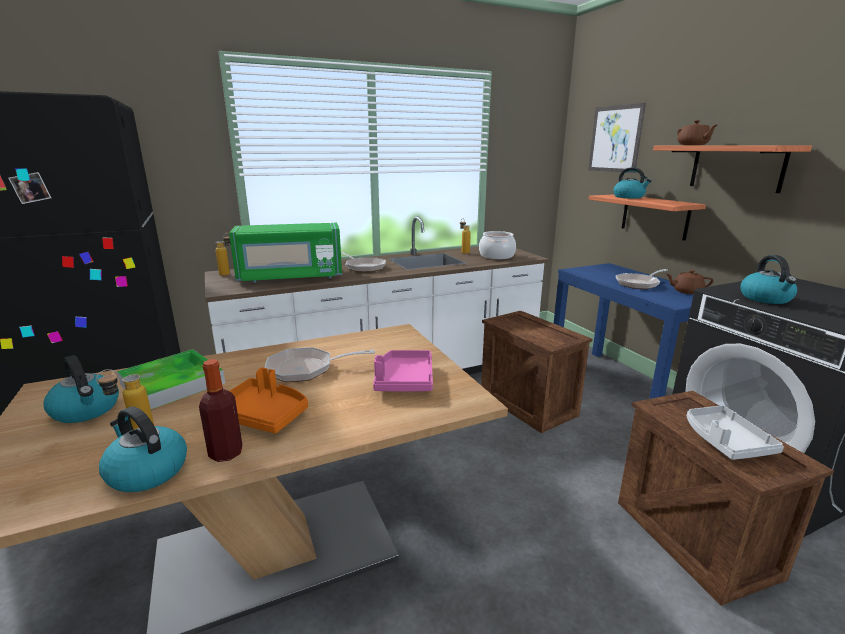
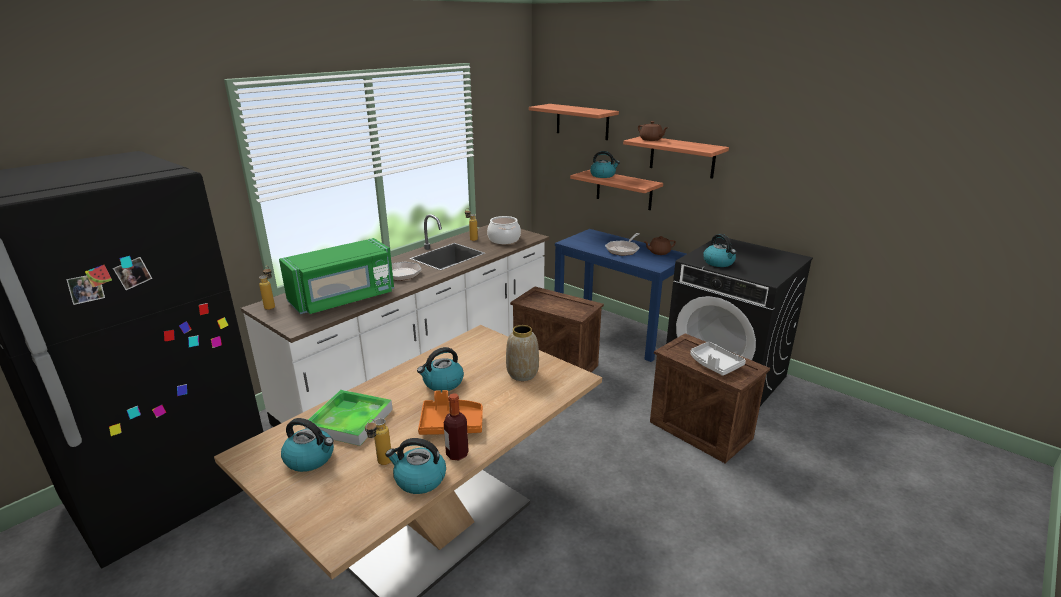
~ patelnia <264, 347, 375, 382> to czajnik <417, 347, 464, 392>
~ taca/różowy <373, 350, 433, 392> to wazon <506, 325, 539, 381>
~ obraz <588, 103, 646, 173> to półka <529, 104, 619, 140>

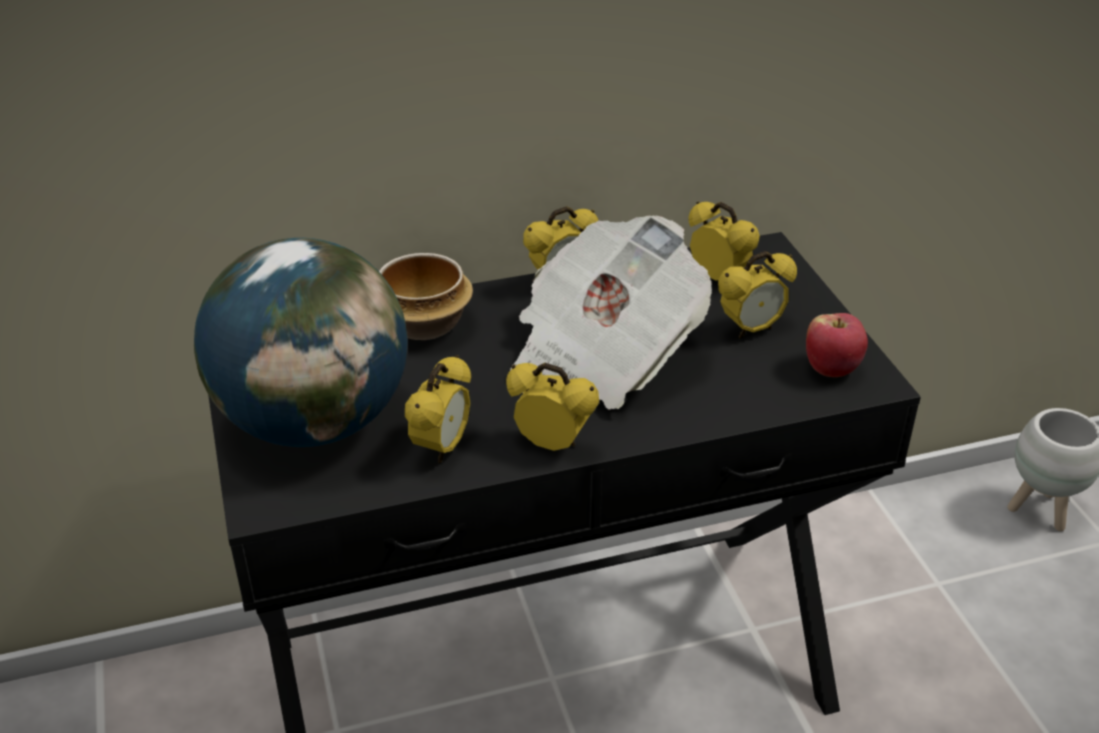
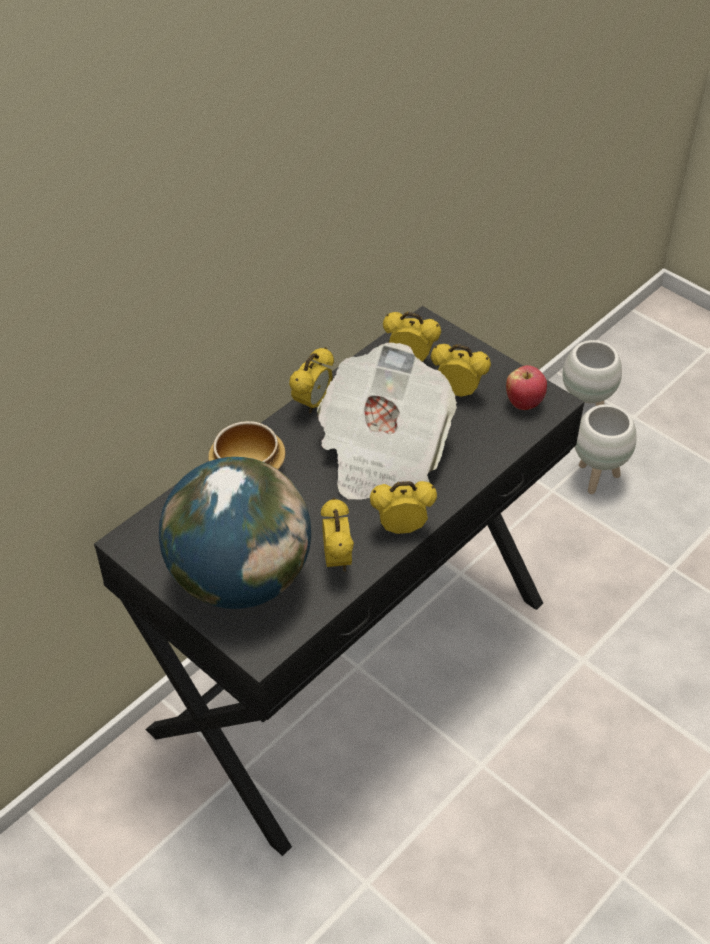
~ budzik <718, 251, 797, 338> = <431, 344, 491, 397> 105 degrees counterclockwise
+ donica/biały <575, 404, 637, 494>

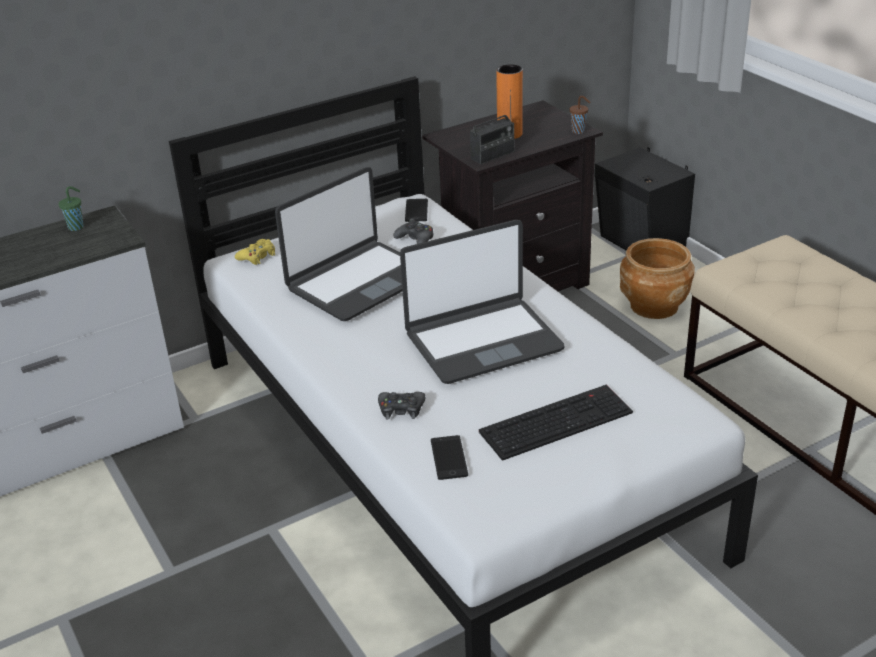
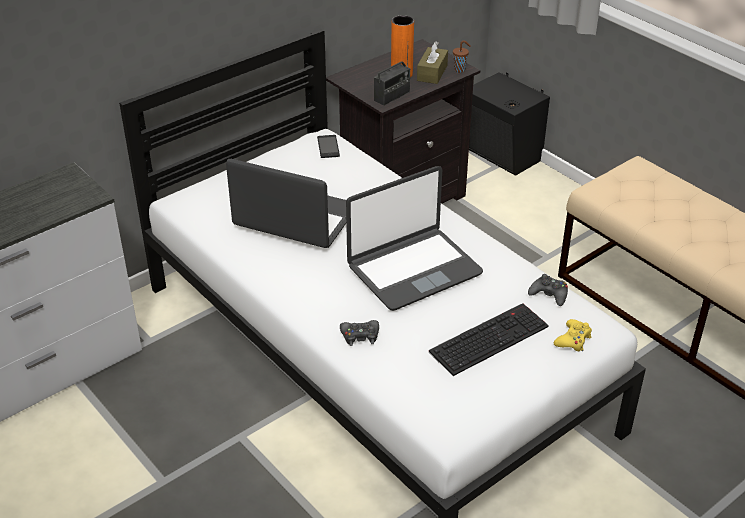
~ laptop <275, 167, 403, 321> = <226, 159, 346, 248> 105 degrees counterclockwise
+ pudełko chusteczek/brązowy <417, 42, 448, 84>
~ pad do gier/czarny <393, 218, 433, 244> to <528, 274, 568, 306>
~ pad do gier/żółty <235, 239, 275, 265> to <554, 319, 592, 351>
- filiżanka/zielony <58, 186, 84, 231>
- telefon <431, 435, 468, 480>
- donica/brązowy <620, 238, 695, 319>

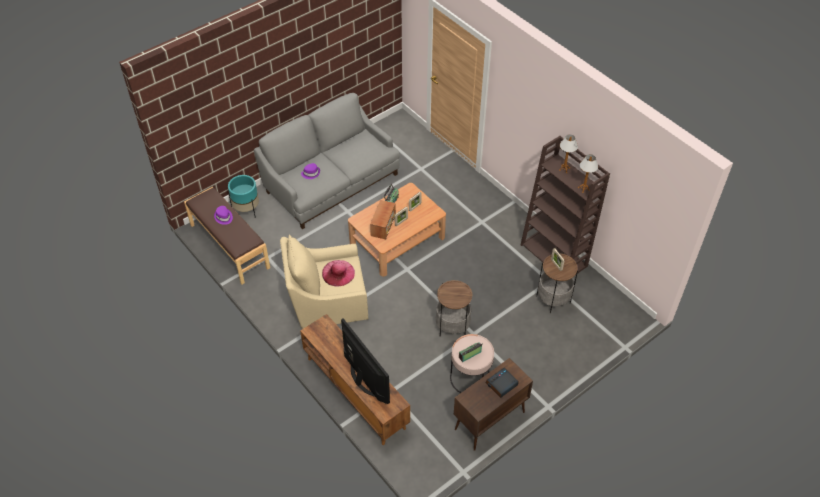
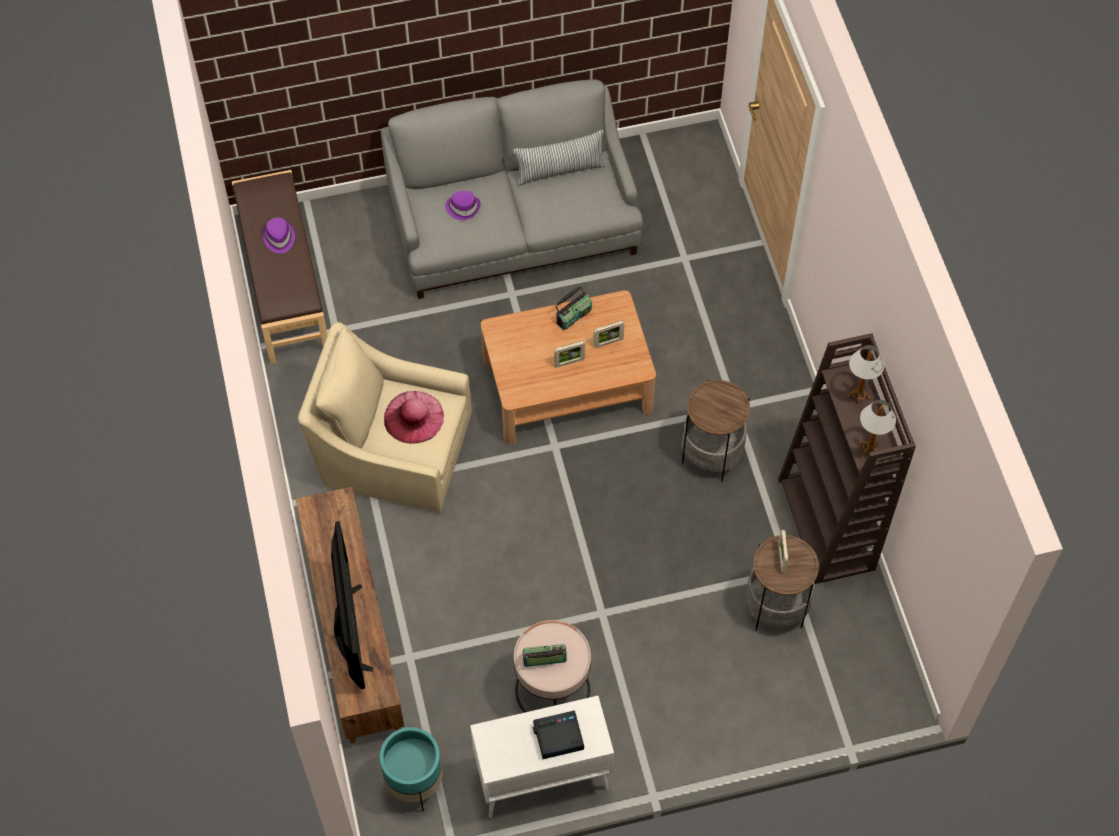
~ donica/turkusowy <228, 175, 259, 218> to <380, 727, 443, 811>
~ szafka/brązowy <454, 358, 533, 451> to szafka/biały <470, 696, 614, 818>
+ poduszka <513, 130, 606, 186>
~ stolik <436, 280, 472, 337> to <681, 380, 750, 482>
- radio <370, 200, 396, 239>

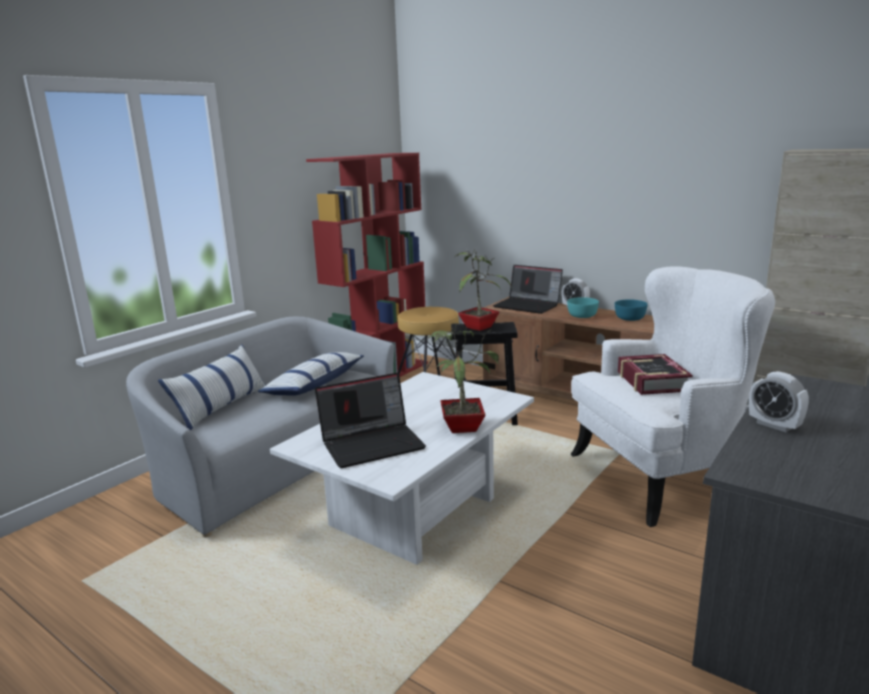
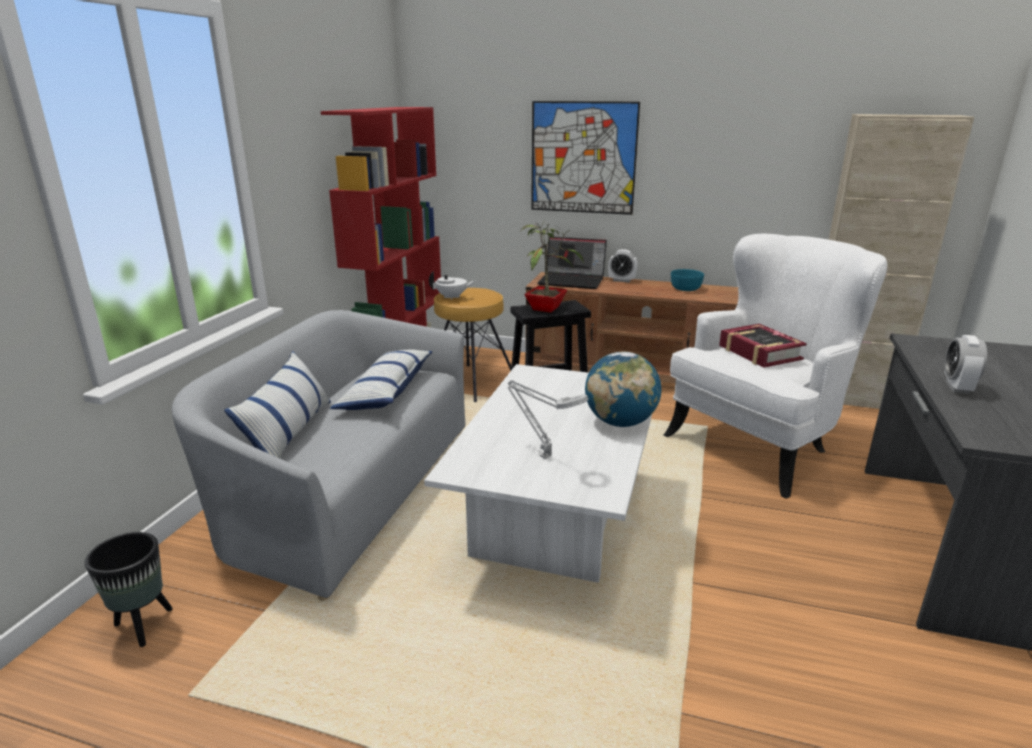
+ donica/czarny <85, 532, 173, 647>
+ imbryk/biały <429, 271, 475, 300>
~ laptop <315, 373, 426, 468> to lampa stołowa/szary <507, 380, 588, 459>
+ obraz <531, 101, 640, 215>
~ roślina doniczkowa <428, 323, 499, 433> to globus <585, 352, 661, 427>
~ budzik <749, 371, 809, 432> = <944, 335, 987, 394> 75 degrees clockwise
- miska/turkusowy <567, 297, 599, 318>

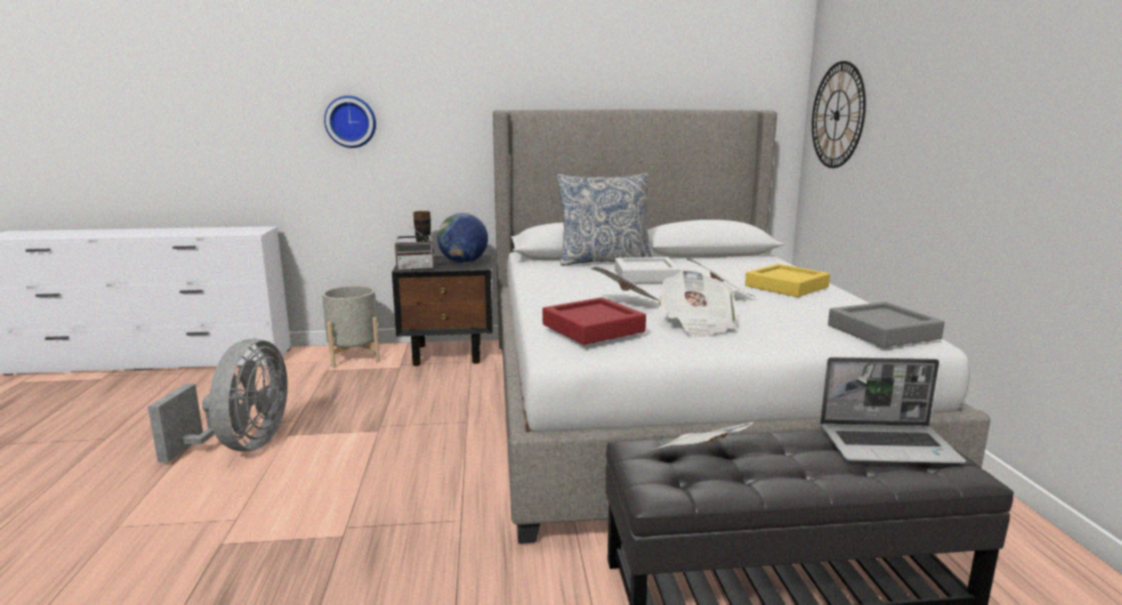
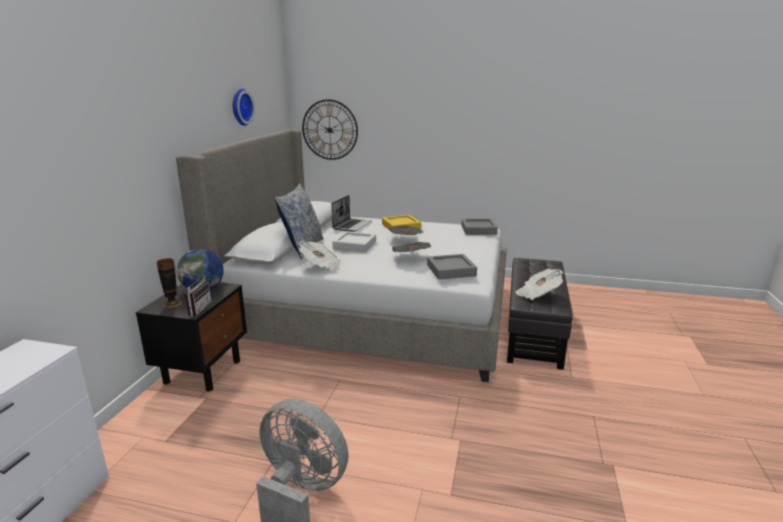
~ zegar ścienny <324, 96, 376, 148> to <233, 89, 255, 126>
~ gazeta <658, 270, 737, 338> to <299, 241, 341, 271>
~ laptop <820, 357, 966, 463> to <331, 195, 372, 232>
~ taca/czerwony <543, 297, 646, 345> to taca/szary <427, 254, 477, 279>
- donica/szary <322, 286, 380, 368>

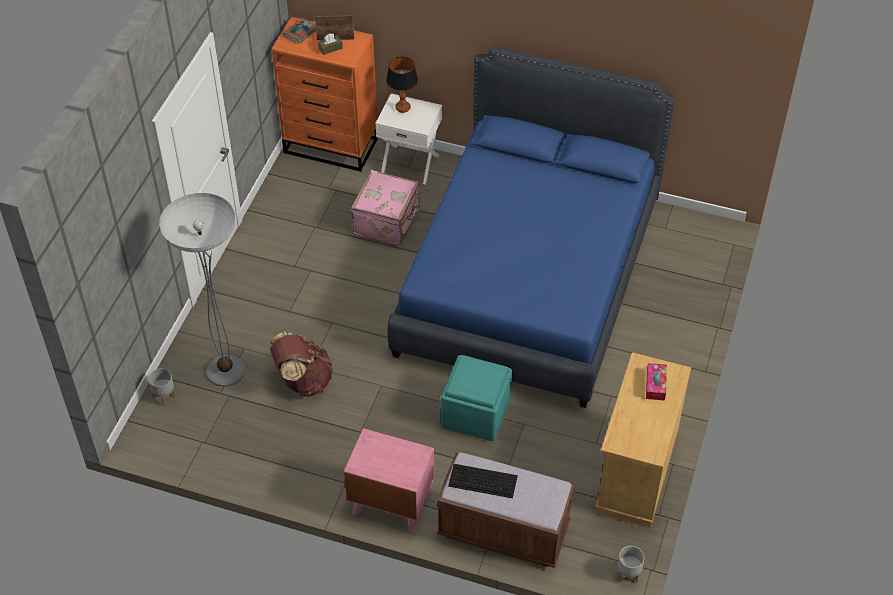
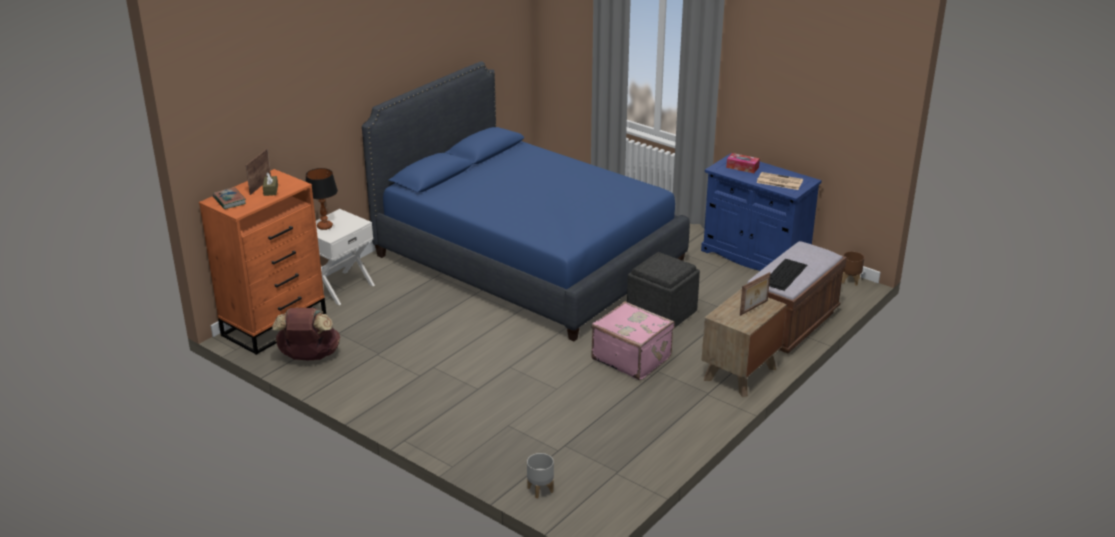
~ plecak/brązowy <270, 332, 333, 397> to <273, 307, 340, 360>
~ walizka/różowy <351, 170, 420, 246> to <591, 301, 675, 380>
~ pufa/turkusowy <441, 355, 512, 441> to pufa/szary <627, 252, 700, 327>
~ szafka/beżowy <595, 352, 691, 528> to szafka/niebieski <701, 153, 822, 271>
~ szafka nocna/różowy <344, 428, 434, 533> to szafka nocna/brązowy <702, 288, 787, 397>
+ ramka na zdjęcie <740, 272, 771, 316>
+ gazeta <757, 172, 803, 190>
~ donica/szary <617, 546, 644, 583> to donica/brązowy <842, 251, 865, 286>
- lampa stojąca <159, 193, 245, 387>

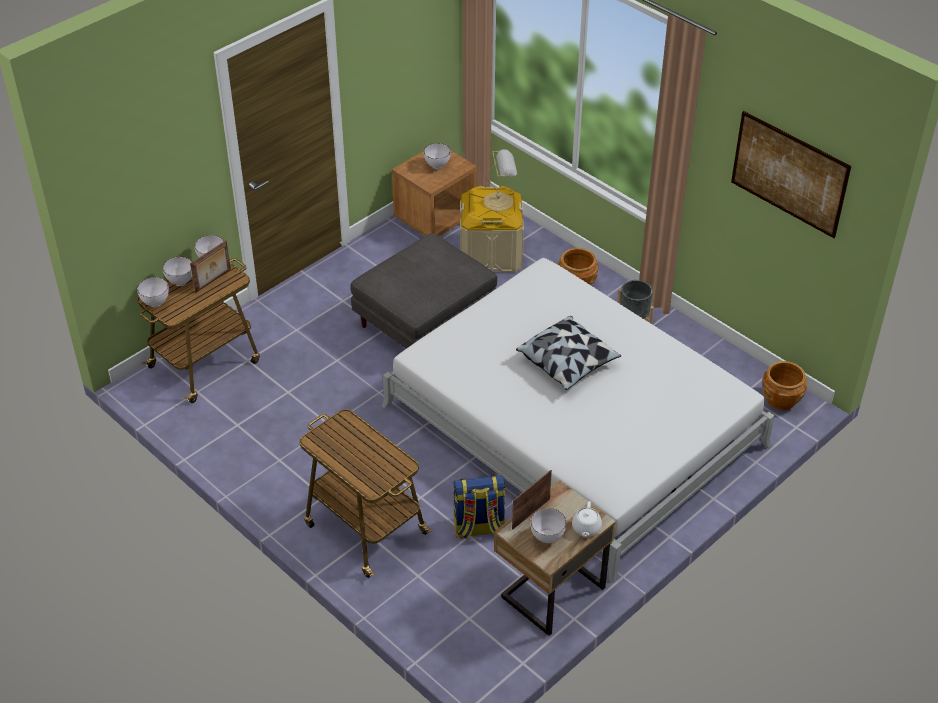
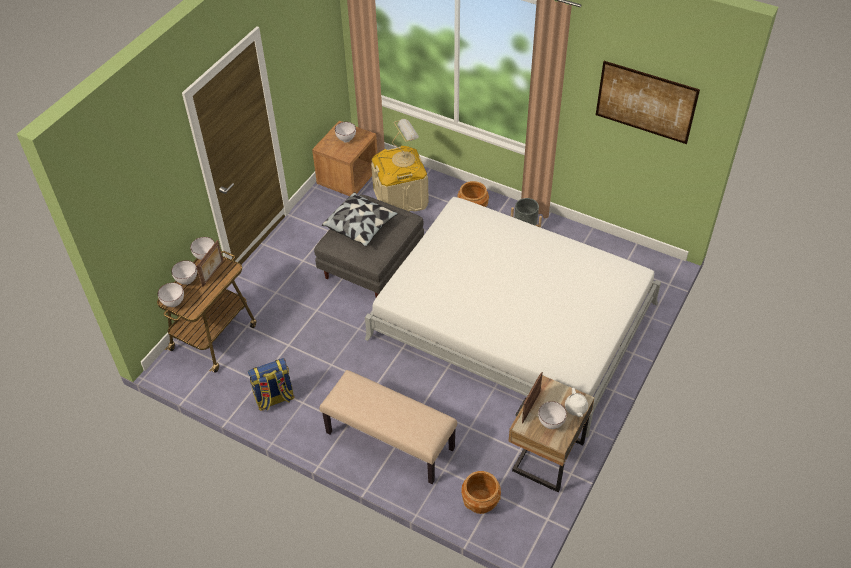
~ plecak <453, 475, 506, 540> to <248, 358, 295, 411>
~ wózek <299, 409, 432, 578> to ławka/beżowy <320, 370, 457, 484>
~ poduszka <516, 316, 621, 390> to <322, 192, 398, 247>
~ donica/brązowy <763, 361, 807, 410> to <461, 471, 501, 514>

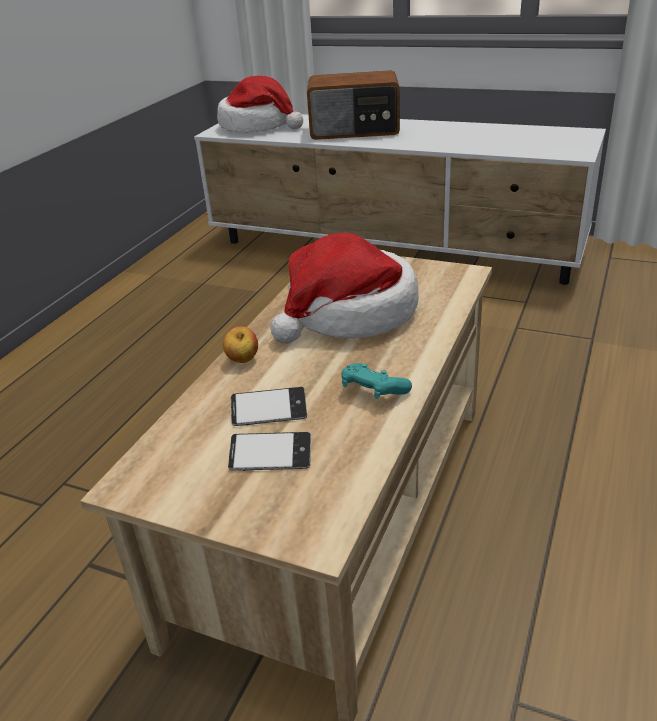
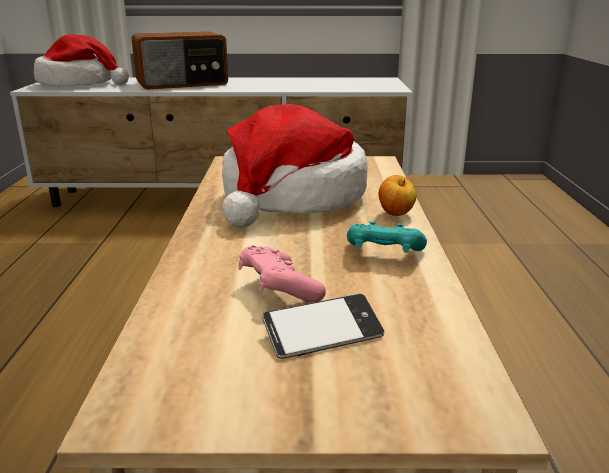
~ telefon <231, 387, 307, 426> to pad do gier/różowy <238, 246, 326, 303>
~ jabłko <223, 326, 258, 363> to <379, 175, 416, 216>

